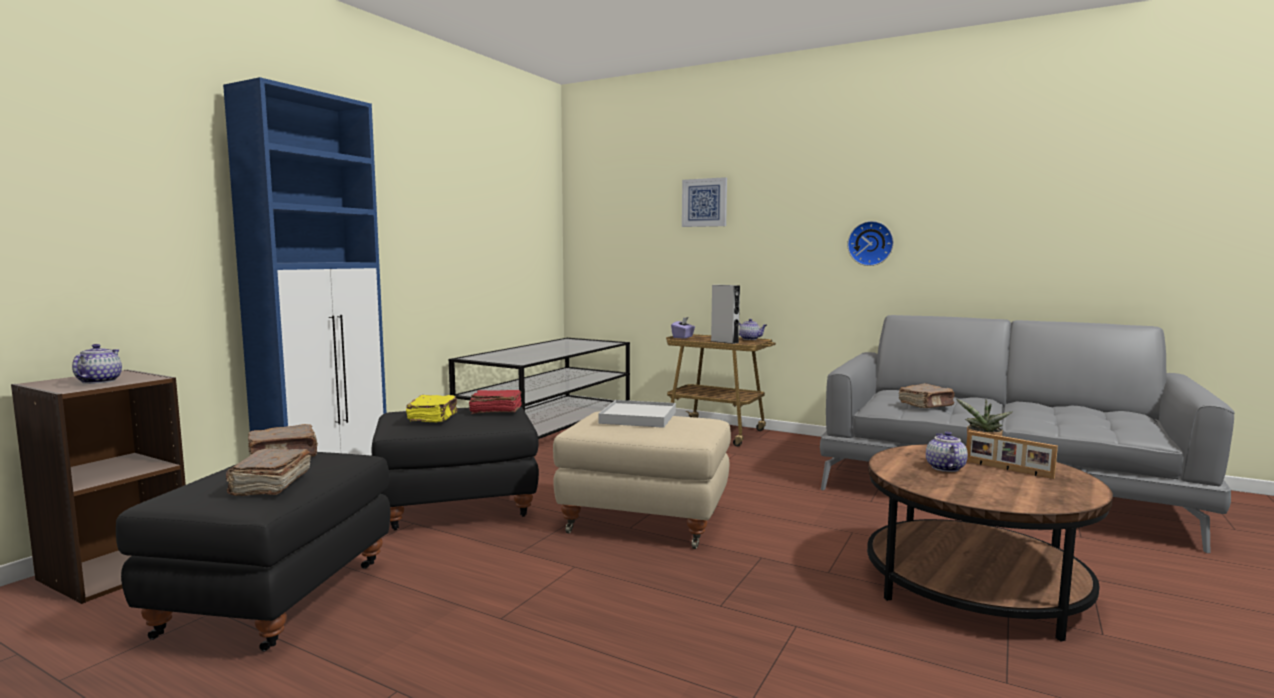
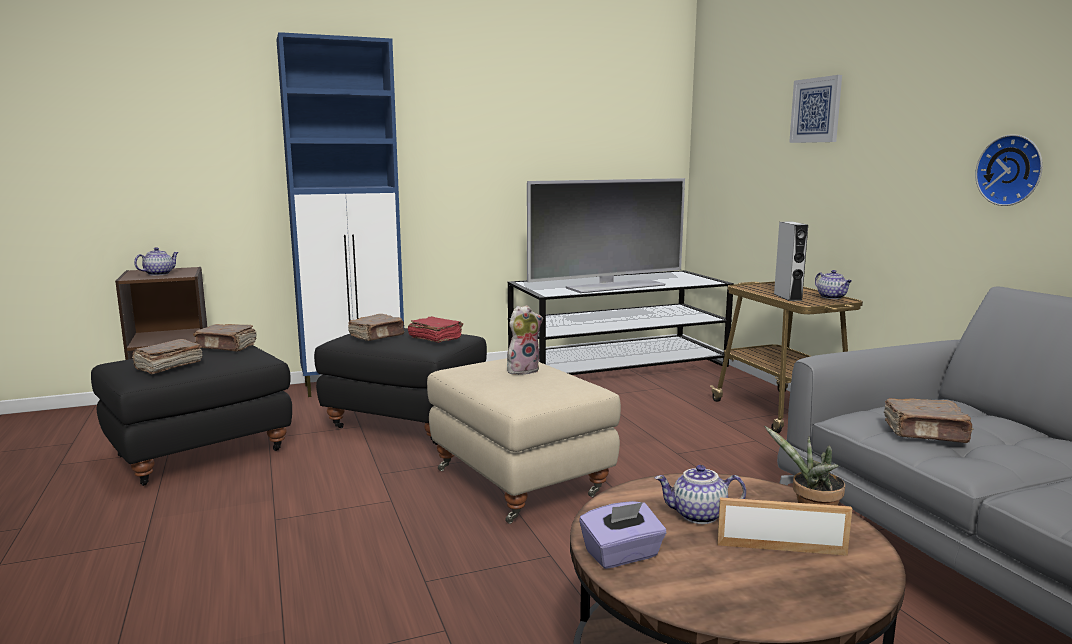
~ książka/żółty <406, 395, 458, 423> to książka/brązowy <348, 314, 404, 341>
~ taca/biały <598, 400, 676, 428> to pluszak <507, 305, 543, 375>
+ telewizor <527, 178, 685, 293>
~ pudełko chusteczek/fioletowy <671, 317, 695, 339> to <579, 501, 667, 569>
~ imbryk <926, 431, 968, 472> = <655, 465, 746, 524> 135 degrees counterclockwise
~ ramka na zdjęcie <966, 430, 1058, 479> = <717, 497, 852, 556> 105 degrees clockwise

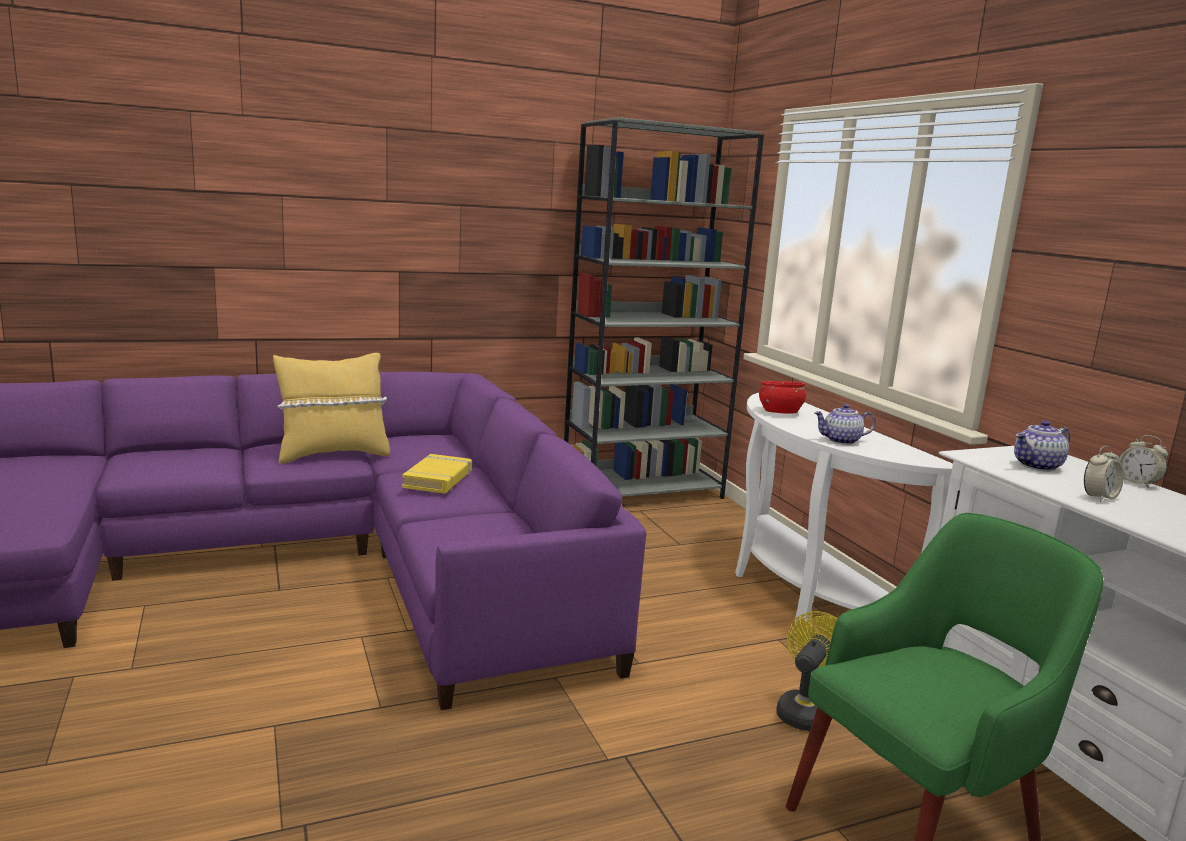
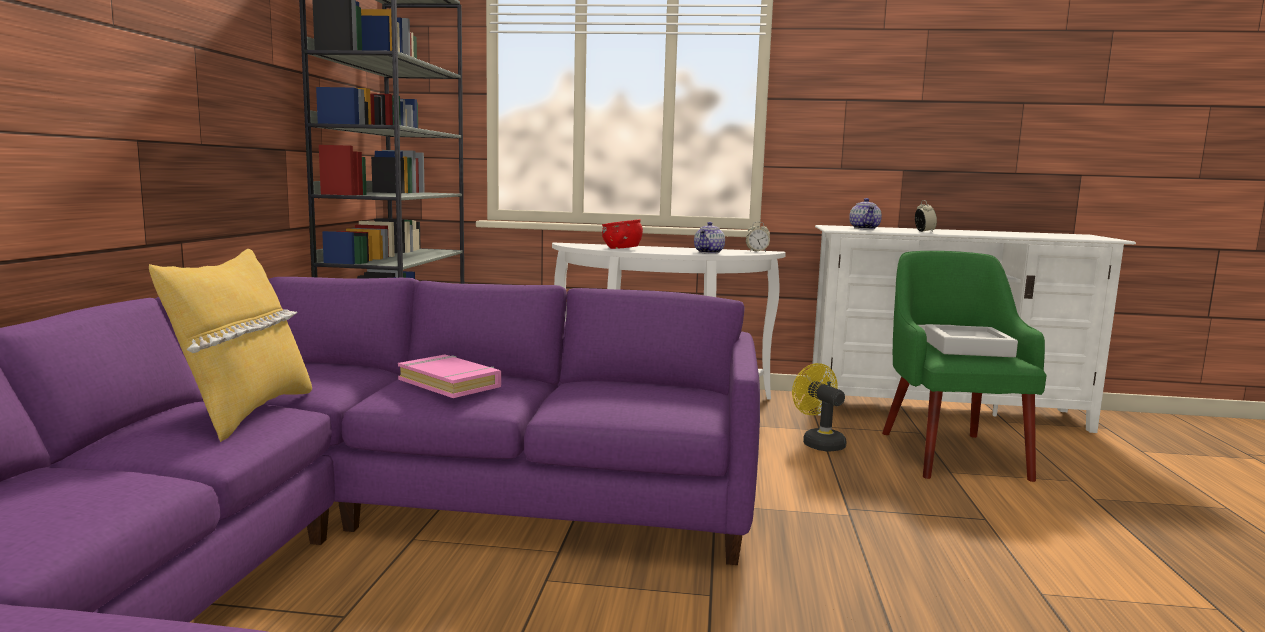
~ książka/żółty <402, 454, 472, 494> to książka/różowy <398, 354, 501, 398>
~ budzik <1119, 435, 1168, 488> to <746, 222, 770, 252>
+ taca/szary <925, 324, 1018, 357>

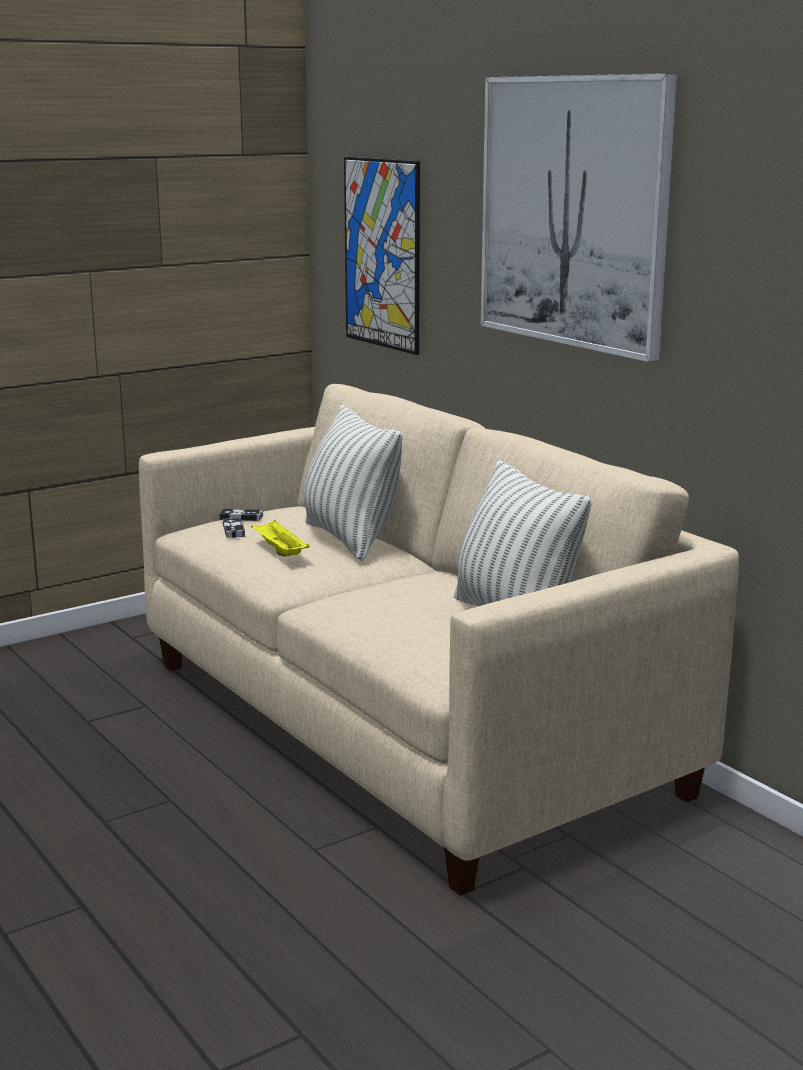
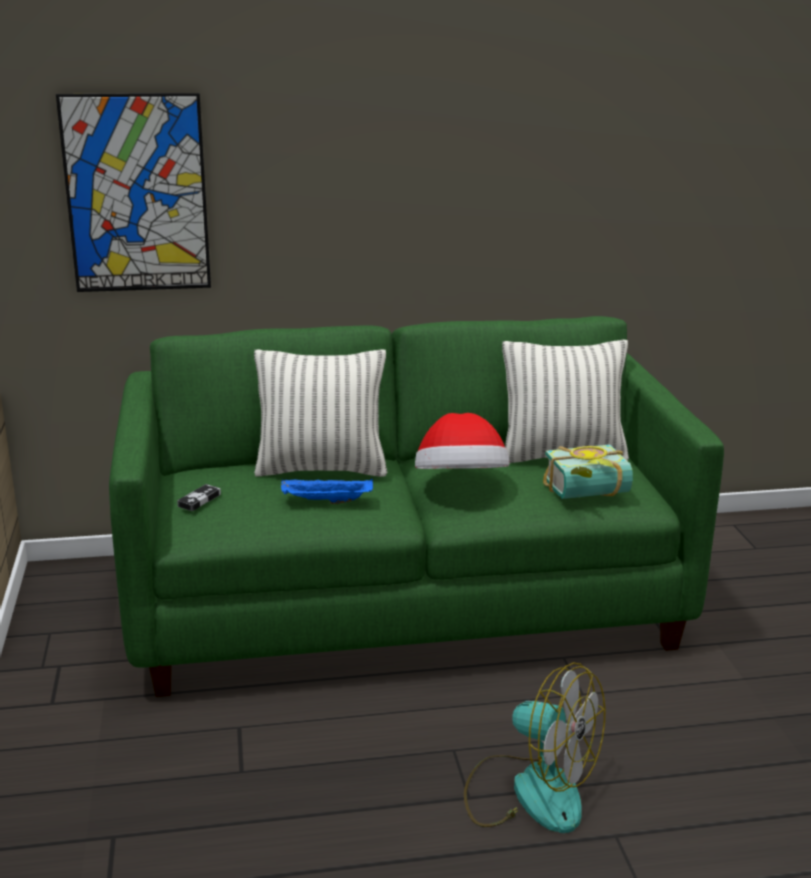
~ kanapa/beżowy <139, 384, 739, 896> to kanapa/zielony <109, 316, 724, 697>
~ taca/żółty <251, 520, 310, 557> to taca/niebieski <281, 479, 373, 504>
+ kapelusz <415, 413, 509, 469>
+ wentylator <464, 662, 605, 833>
+ książka <543, 444, 633, 499>
- pad do gier <223, 518, 245, 538>
- obraz <481, 73, 677, 362>

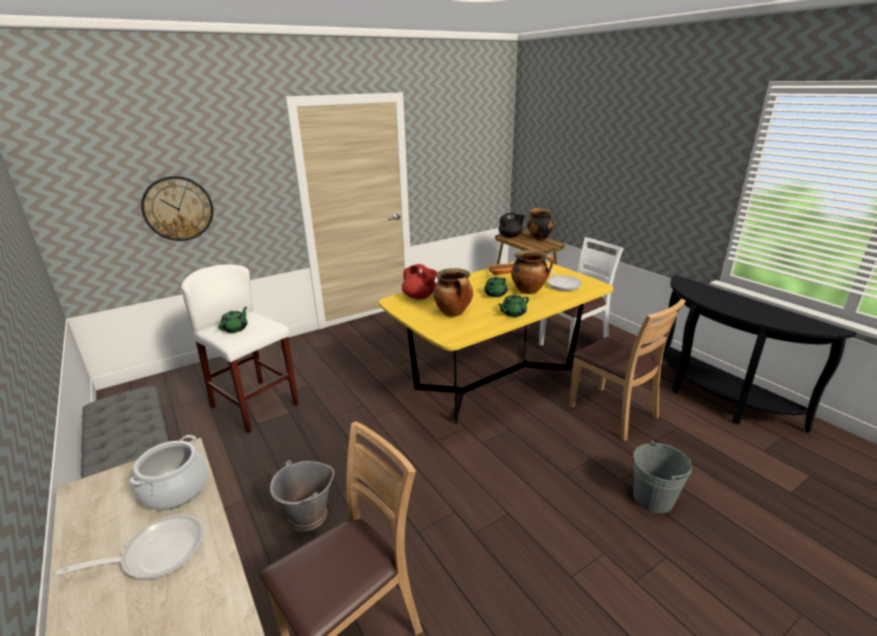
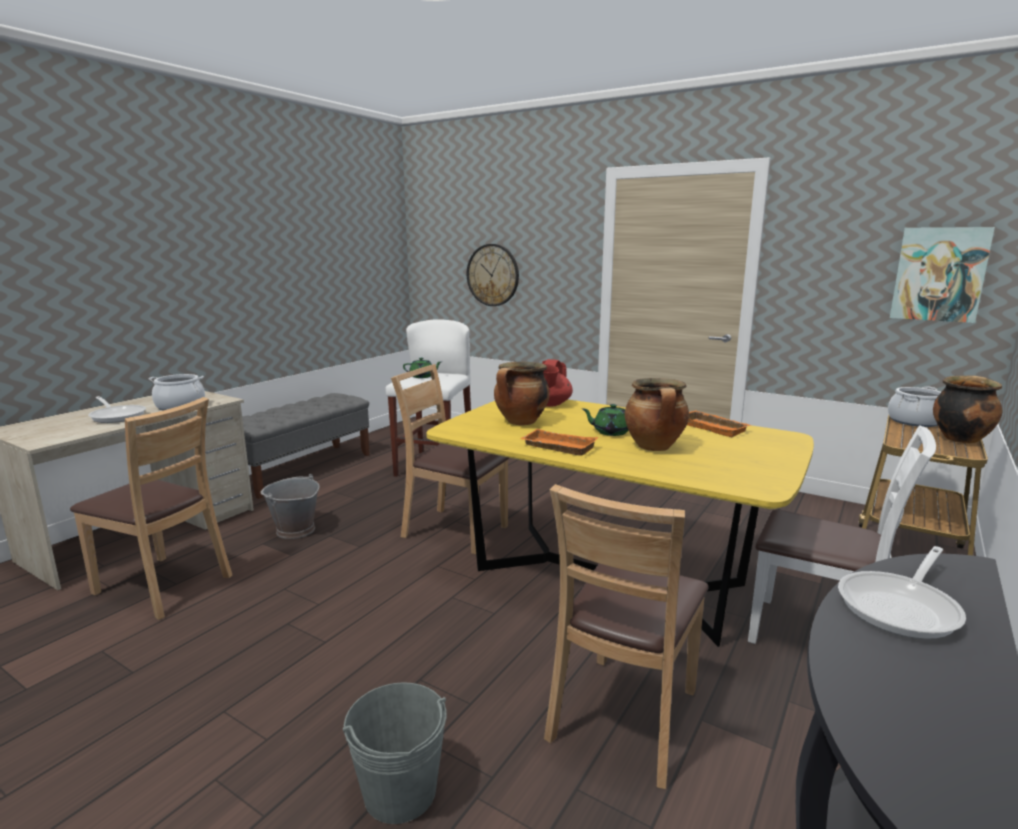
+ krzesło/brązowy <391, 364, 509, 555>
~ imbryk/zielony <498, 295, 529, 317> to taca/pomarańczowy <520, 429, 598, 456>
~ patelnia <547, 267, 582, 291> to <838, 546, 966, 639>
~ imbryk/czarny <499, 213, 525, 238> to garnek <888, 386, 941, 427>
+ obraz <890, 227, 995, 323>

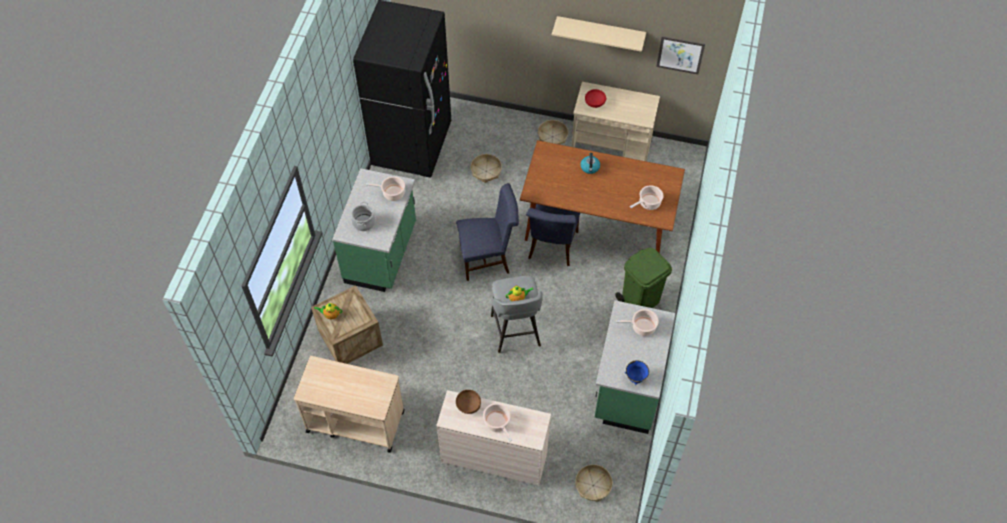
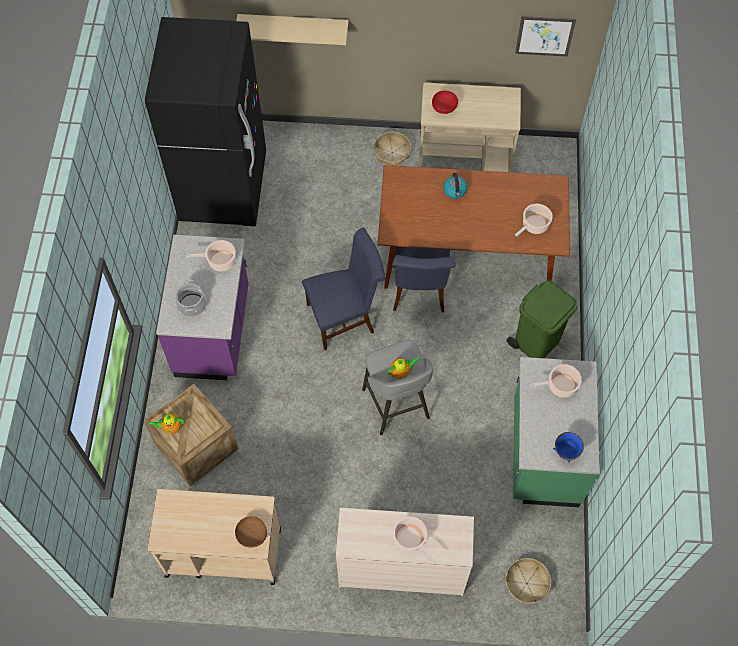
~ zabudowa kuchenna/zielony <332, 168, 416, 292> to zabudowa kuchenna/fioletowy <156, 235, 249, 380>
~ miska/brązowy <456, 390, 481, 414> to <235, 516, 267, 548>
~ półka/beżowy <552, 16, 646, 52> to <236, 14, 348, 45>
- koszyk <470, 154, 502, 183>

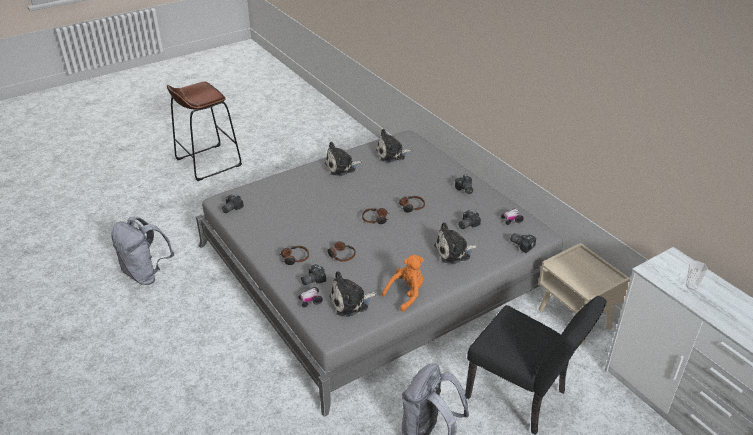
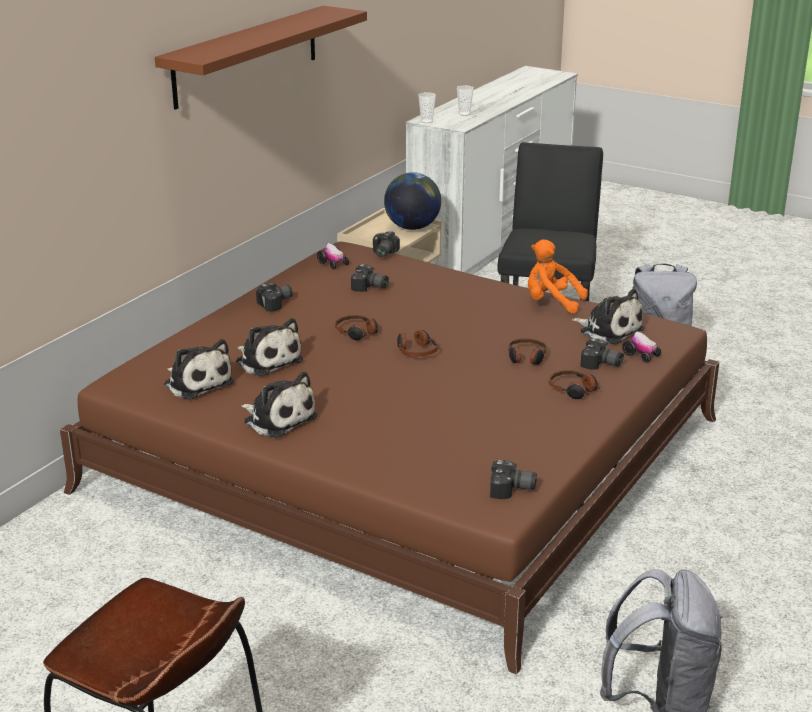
~ łóżko/szary <196, 130, 563, 417> to łóżko/brązowy <60, 242, 719, 674>
+ półka/brązowy <155, 6, 367, 110>
~ pluszak <434, 222, 477, 264> to <236, 318, 303, 376>
+ globus <384, 172, 441, 230>
+ filiżanka <418, 92, 436, 123>

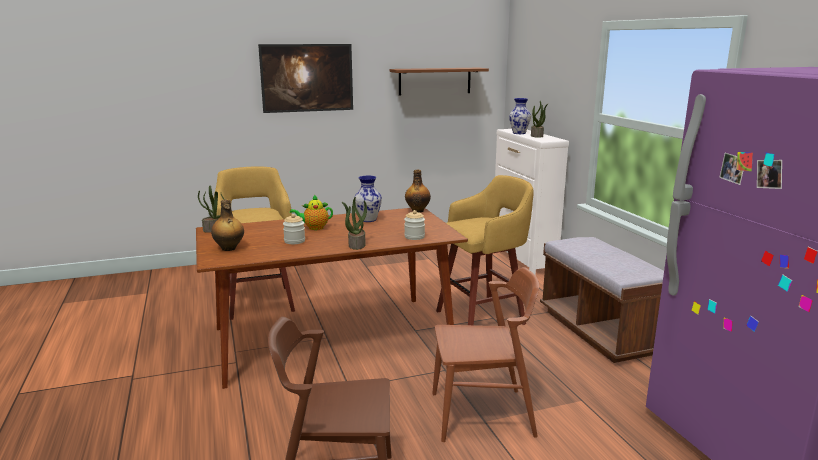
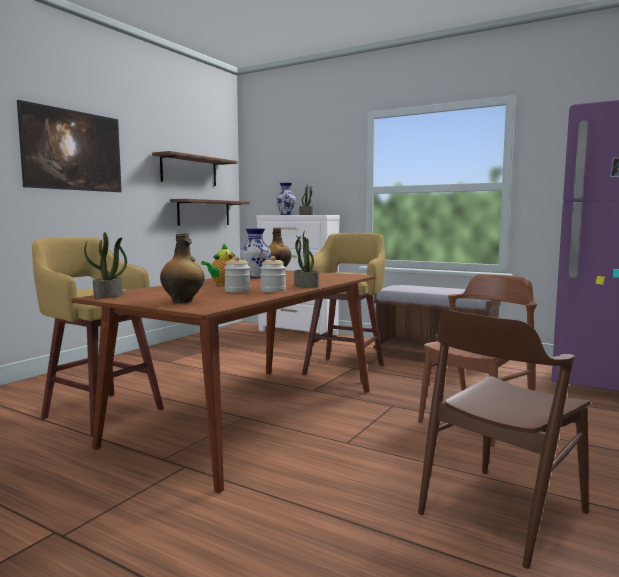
+ półka/brązowy <170, 199, 250, 226>
~ słoik <404, 210, 425, 240> to <260, 256, 286, 292>

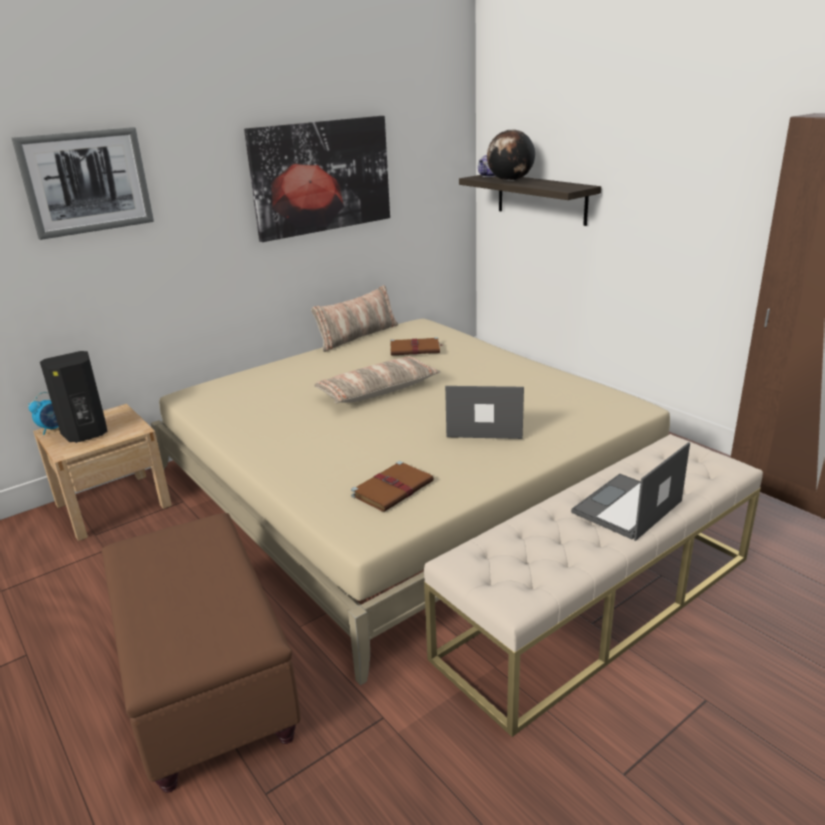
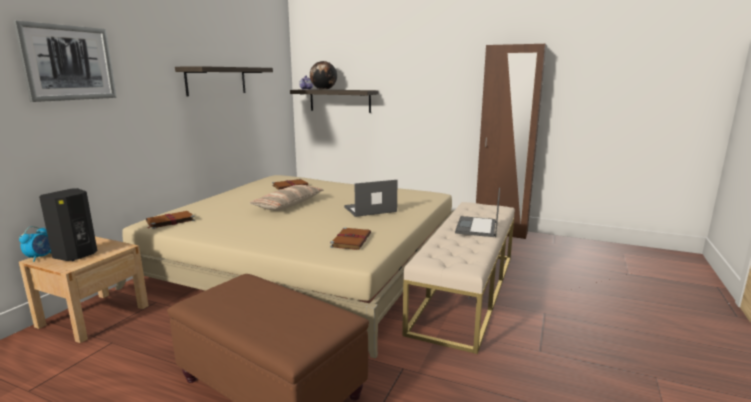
+ książka/brązowy <146, 211, 195, 229>
~ obraz <244, 116, 390, 242> to półka <175, 66, 273, 96>
- poduszka <311, 285, 398, 352>

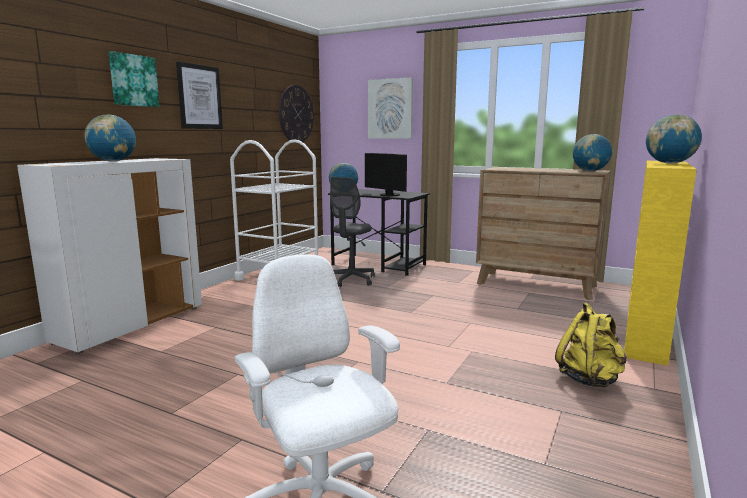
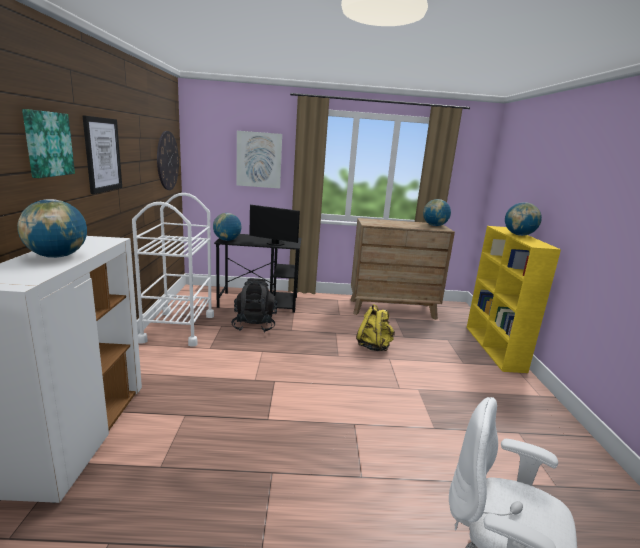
~ krzesło biurowe/szary <330, 177, 375, 287> to plecak/czarny <231, 278, 278, 332>
~ plecak/żółty <555, 303, 627, 387> to <356, 304, 395, 351>

